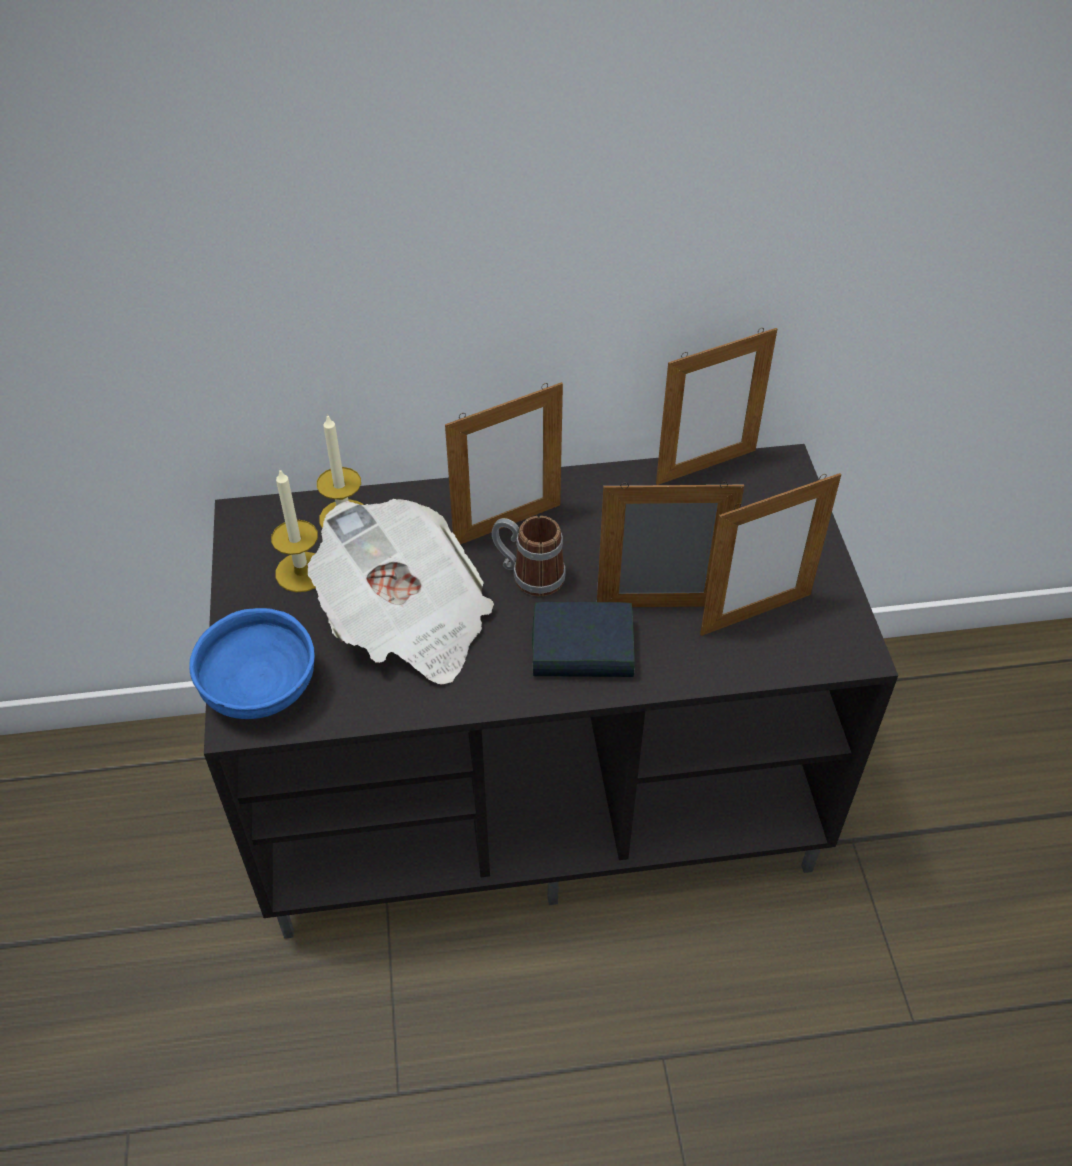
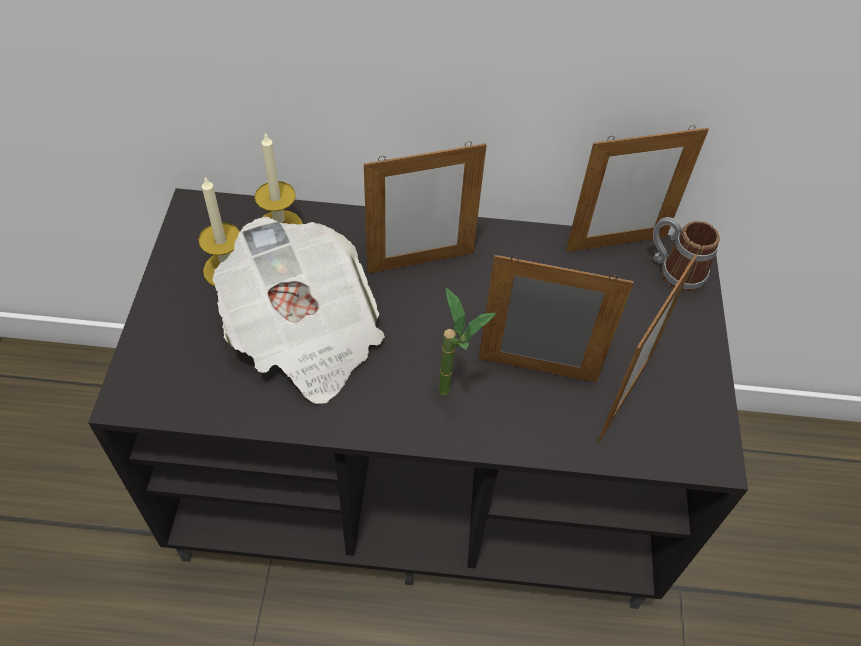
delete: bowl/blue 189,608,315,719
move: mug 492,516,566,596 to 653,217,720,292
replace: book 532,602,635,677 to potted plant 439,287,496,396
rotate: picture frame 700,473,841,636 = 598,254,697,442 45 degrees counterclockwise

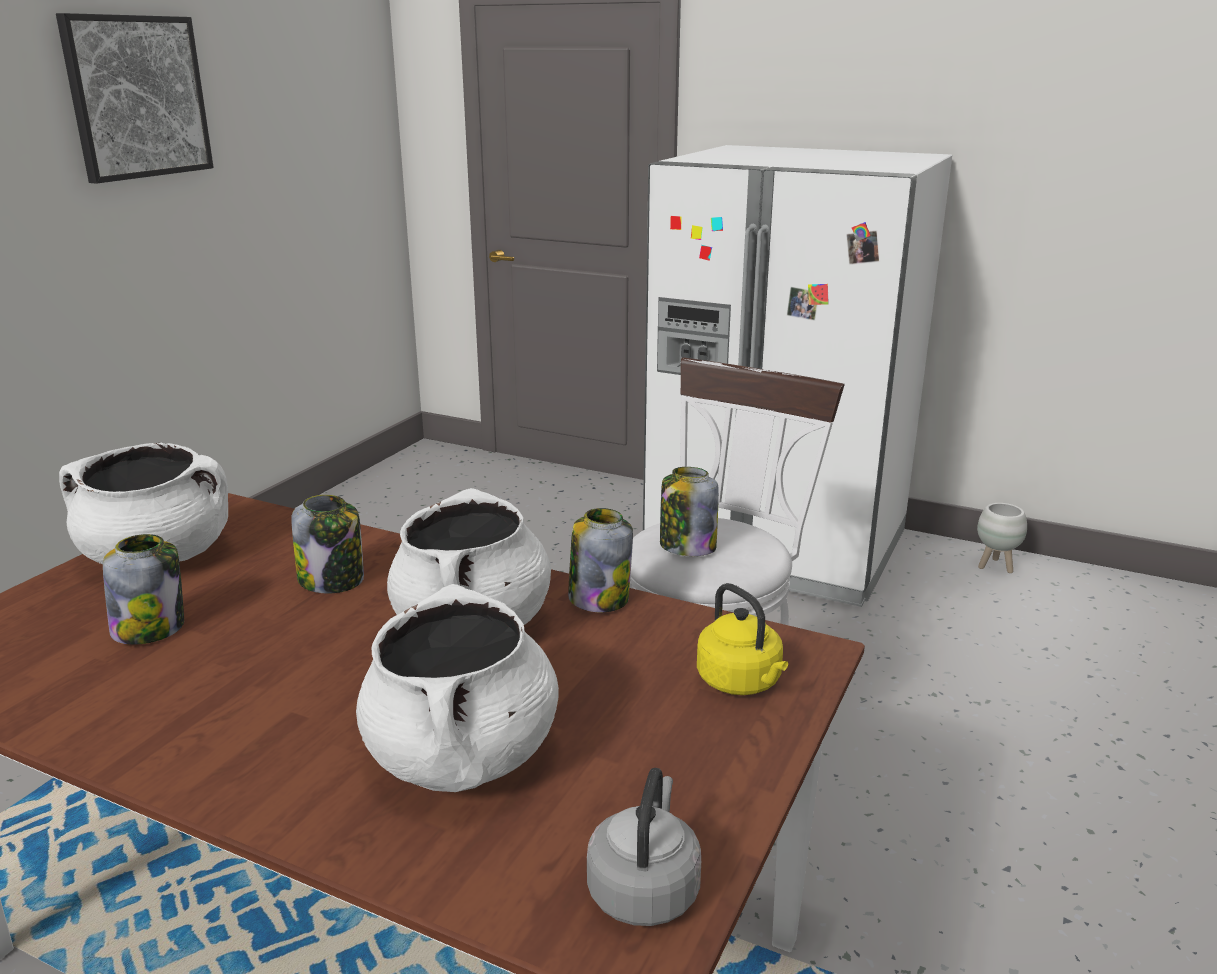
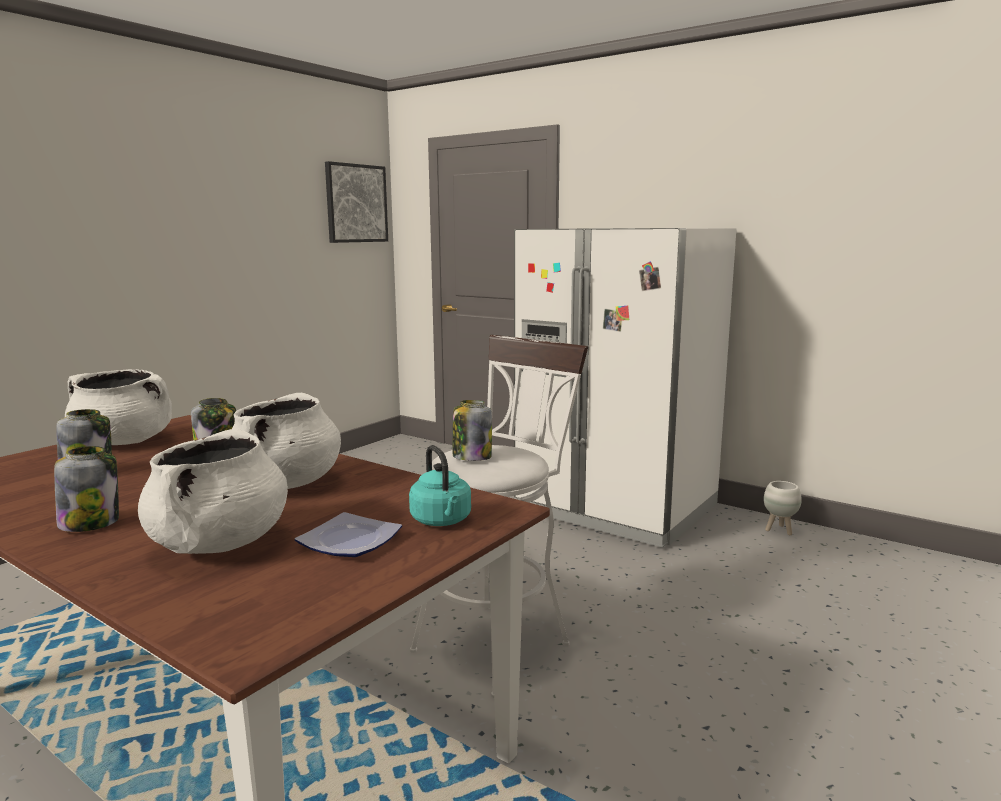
delete: kettle/grey 587,768,701,926
insert: plate 295,512,402,557
move: picture 56,13,214,184 to 325,161,388,243; jar 568,508,633,612 to 54,446,119,532
recolor: kettle/yellow 697,583,788,695 to kettle/turquoise 409,445,471,526

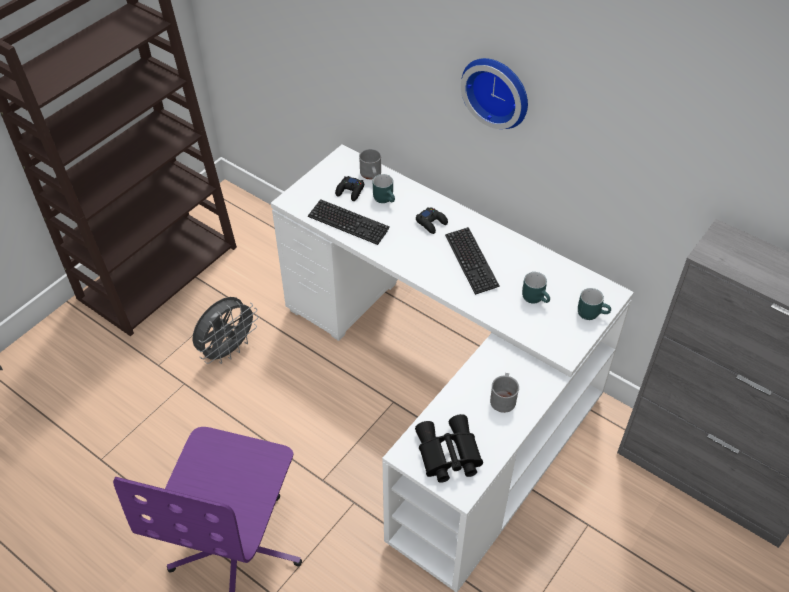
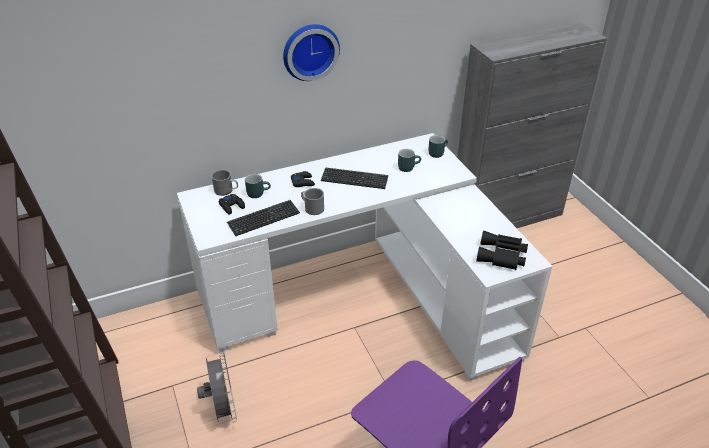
move: mug/grey 490,373,519,413 to 301,188,324,215

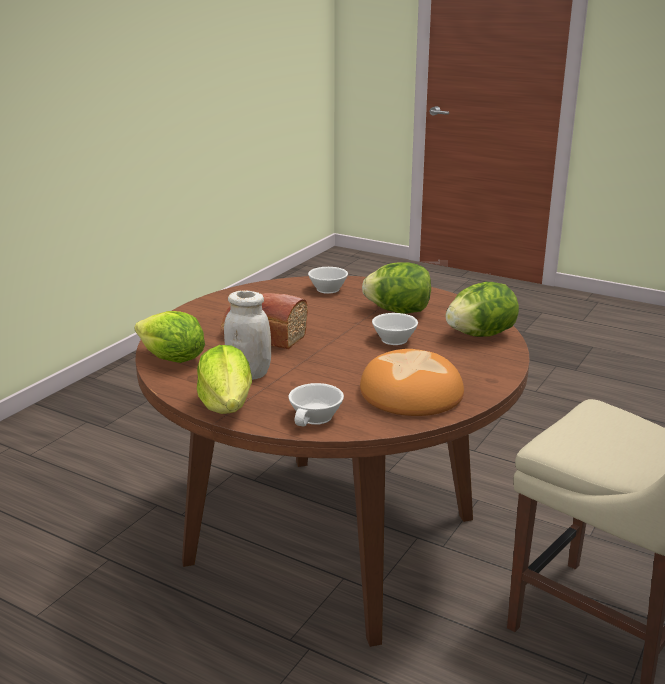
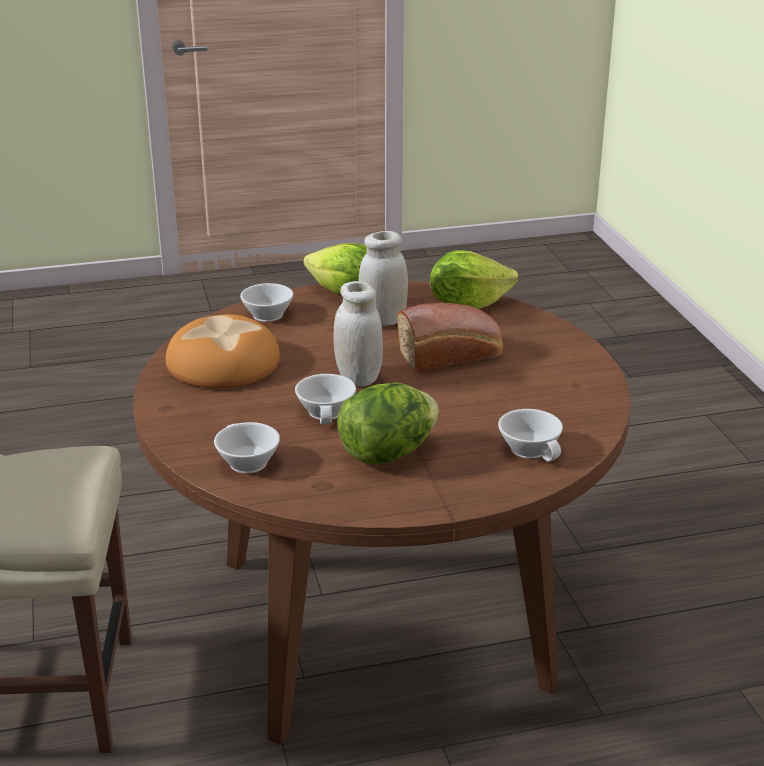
insert: jar/white 333,281,383,386
replace: lettuce 446,282,519,337 to cup/white 214,422,280,473

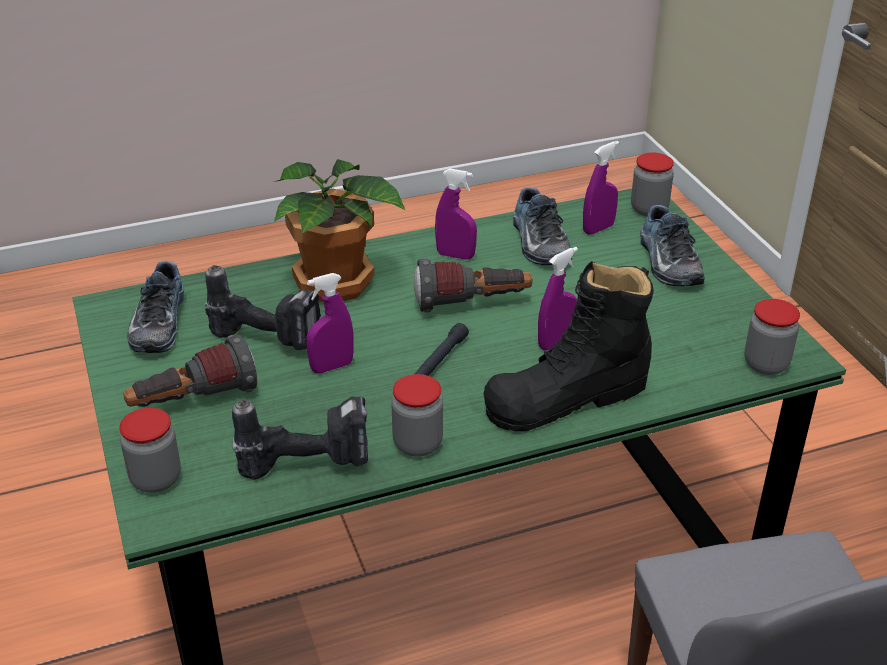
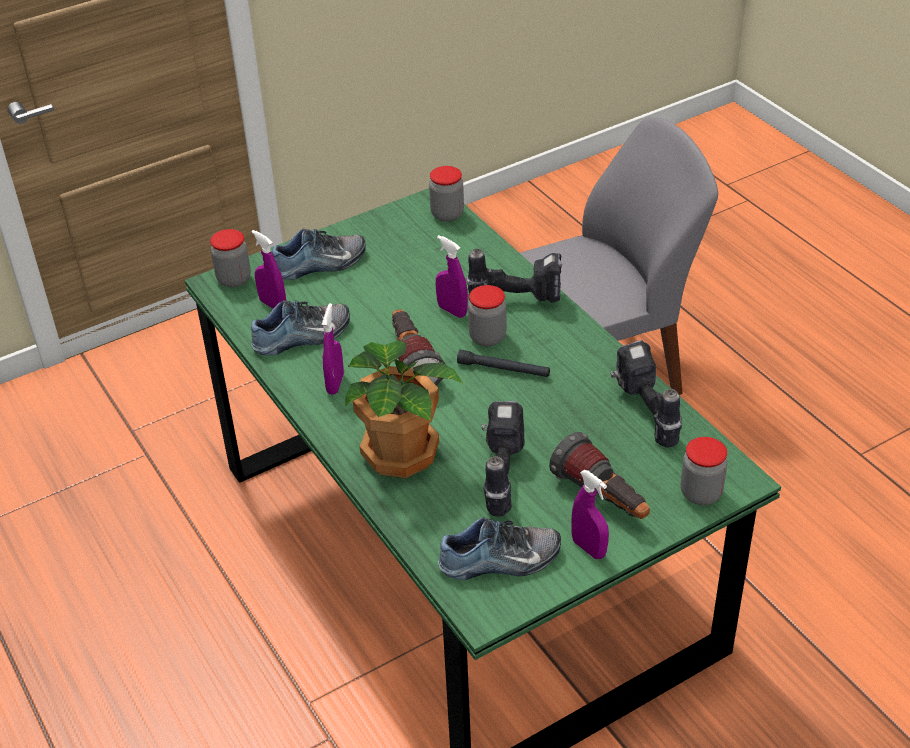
move: spray bottle/purple 306,273,354,373 to 571,470,609,559; jar 391,374,443,457 to 468,285,506,346
replace: boot/black 484,261,654,431 to power drill 466,249,562,302

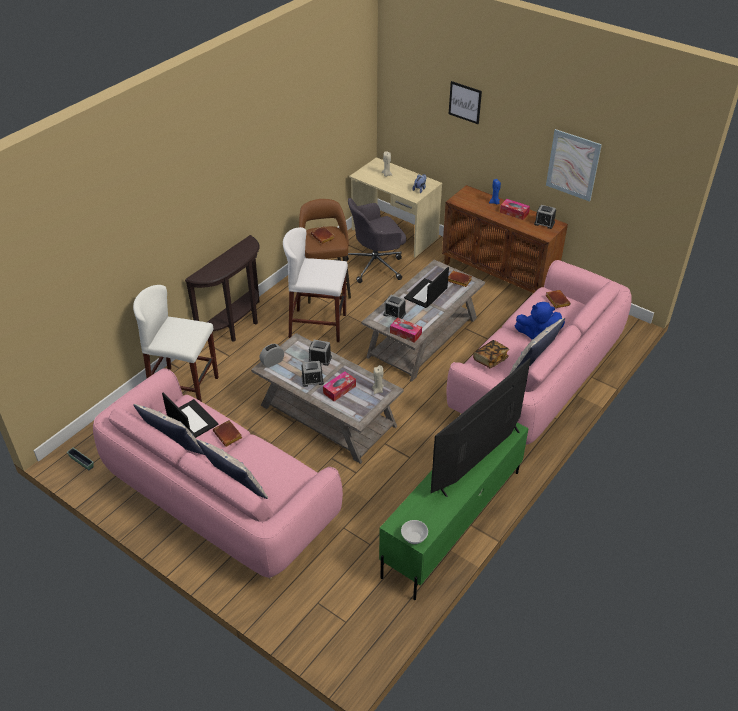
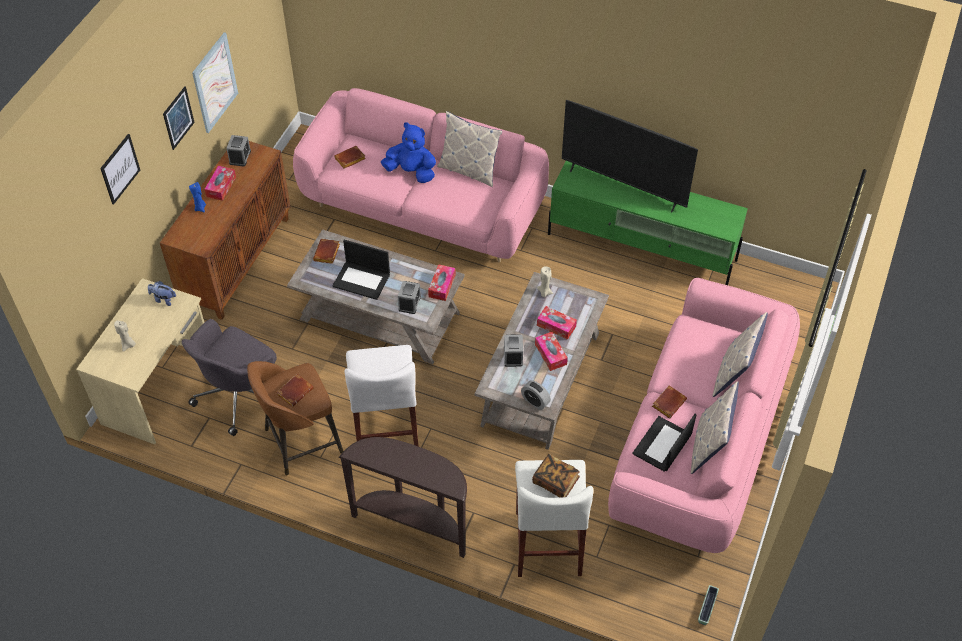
delete: bowl 401,520,428,544
insert: picture 163,86,195,150
move: book 473,340,509,368 to 532,454,580,498
replace: alarm clock 301,361,324,387 to tissue box 535,332,568,371
rotate: office chair/grey 347,198,406,283 = 181,319,277,436 75 degrees clockwise; plush toy/blue 515,302,565,339 = 381,122,436,183 60 degrees counterclockwise

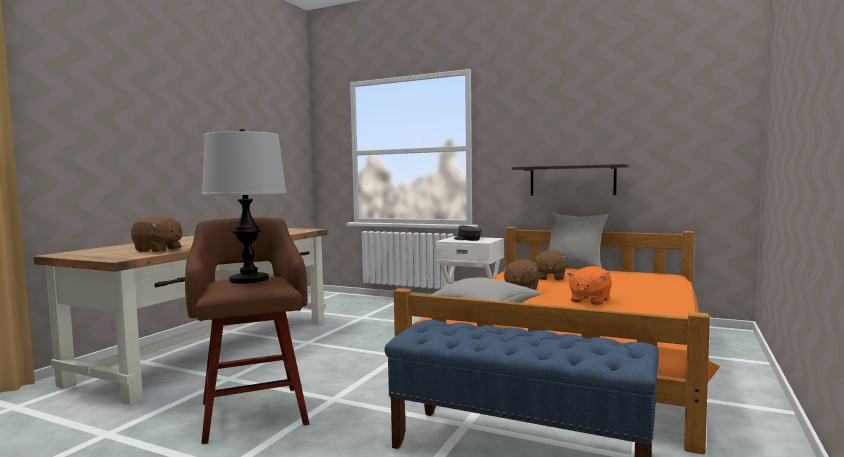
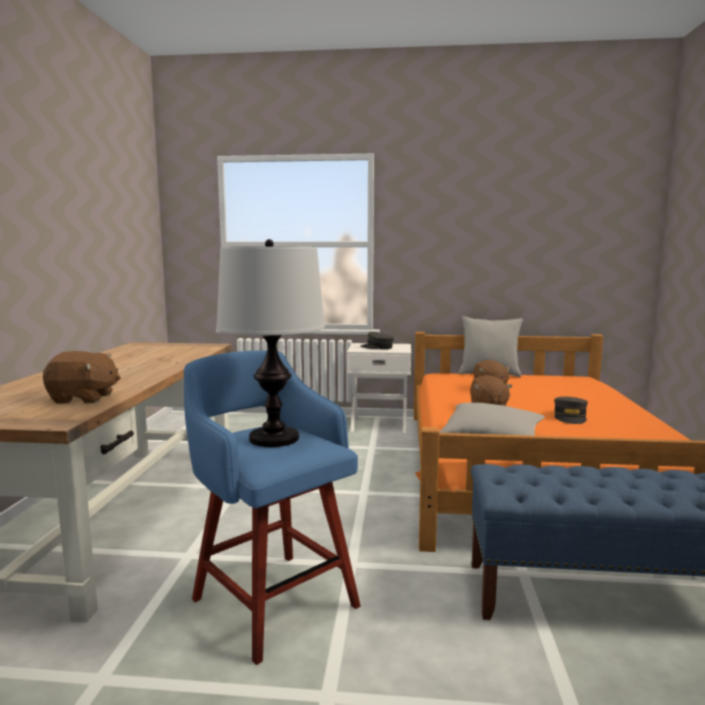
delete: shelf 512,164,629,195
replace: plush toy/orange 567,266,612,305 to cap/grey 554,397,588,424
recolor: stool/brown 185,217,309,444 to stool/blue 184,350,361,665

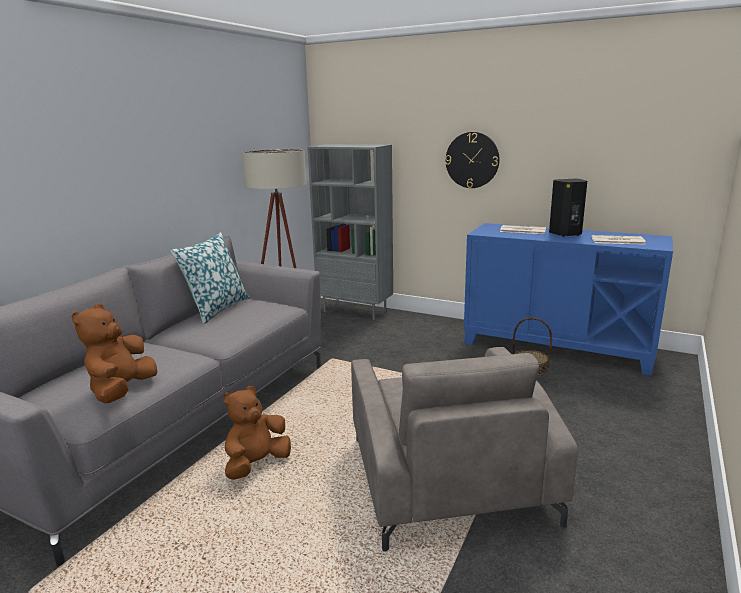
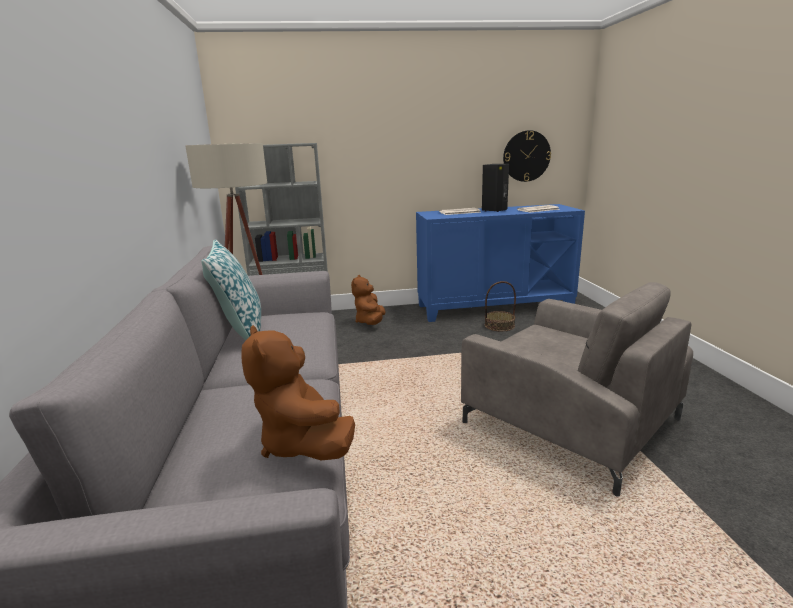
move: plush toy/brown 223,386,291,480 to 351,275,386,325; wall clock 445,132,500,188 to 503,130,551,182

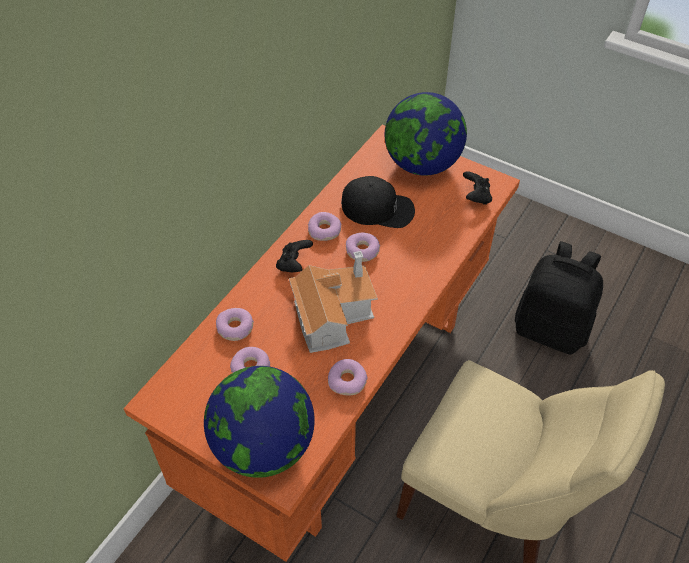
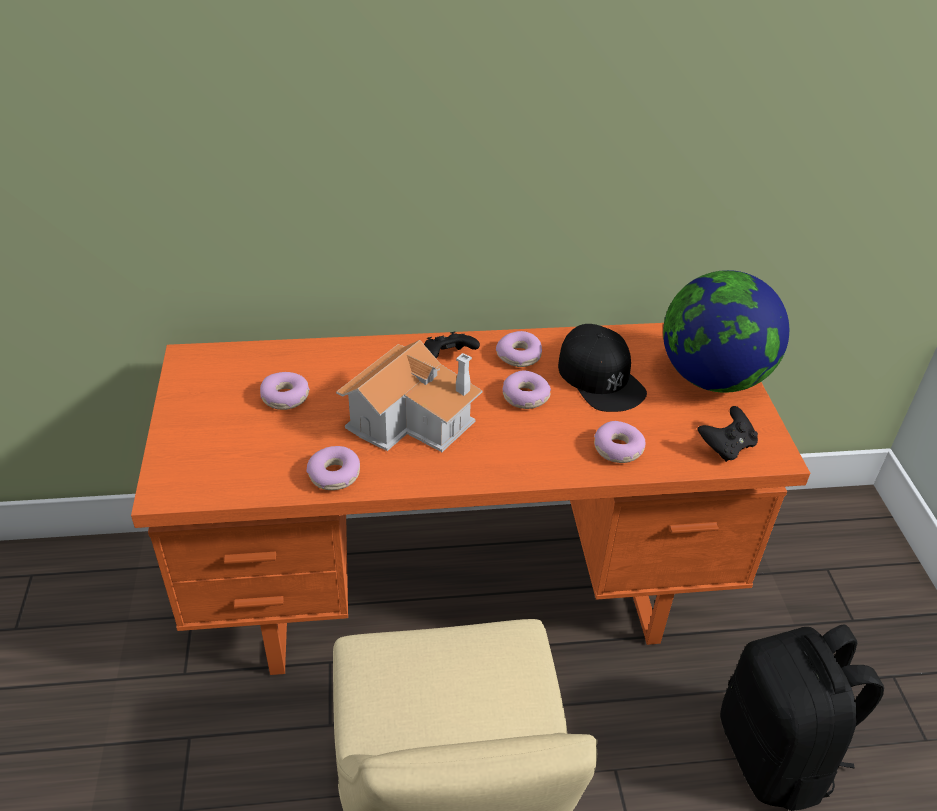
delete: globe 204,366,315,478
move: donut 216,308,254,341 to 594,421,645,463

